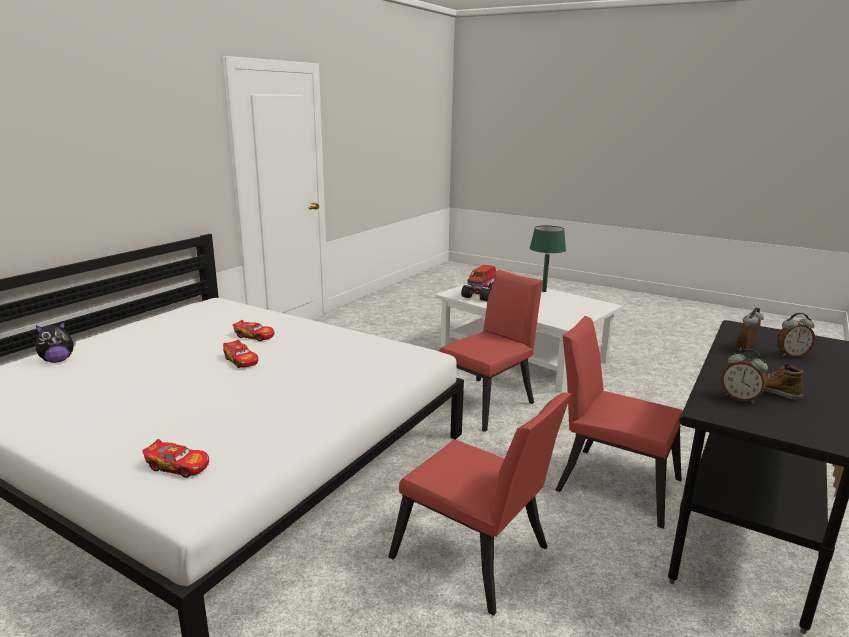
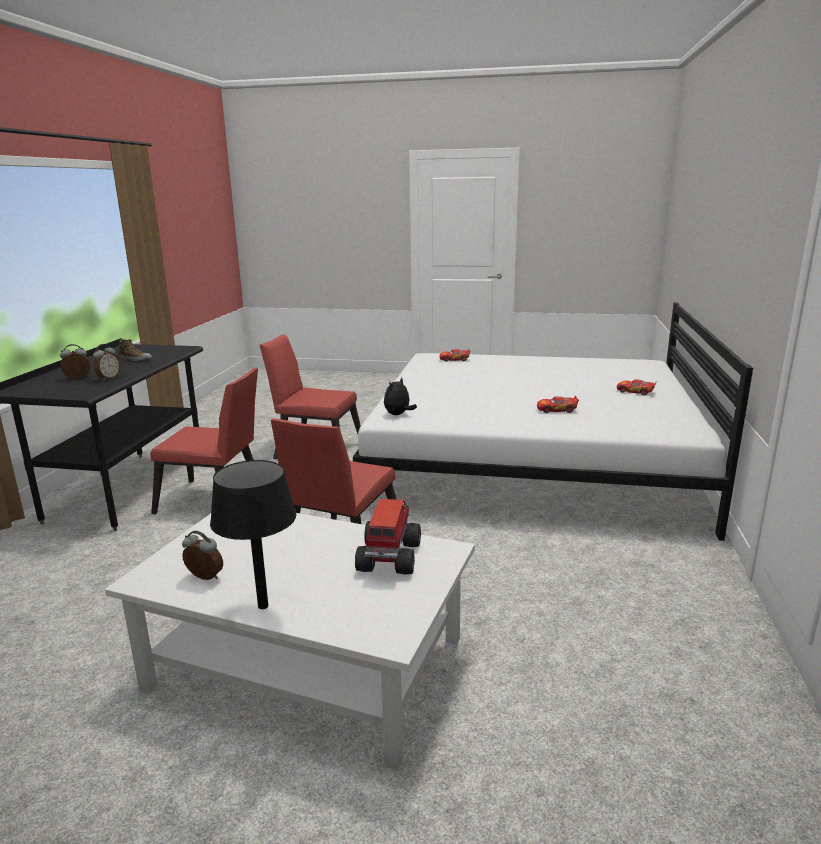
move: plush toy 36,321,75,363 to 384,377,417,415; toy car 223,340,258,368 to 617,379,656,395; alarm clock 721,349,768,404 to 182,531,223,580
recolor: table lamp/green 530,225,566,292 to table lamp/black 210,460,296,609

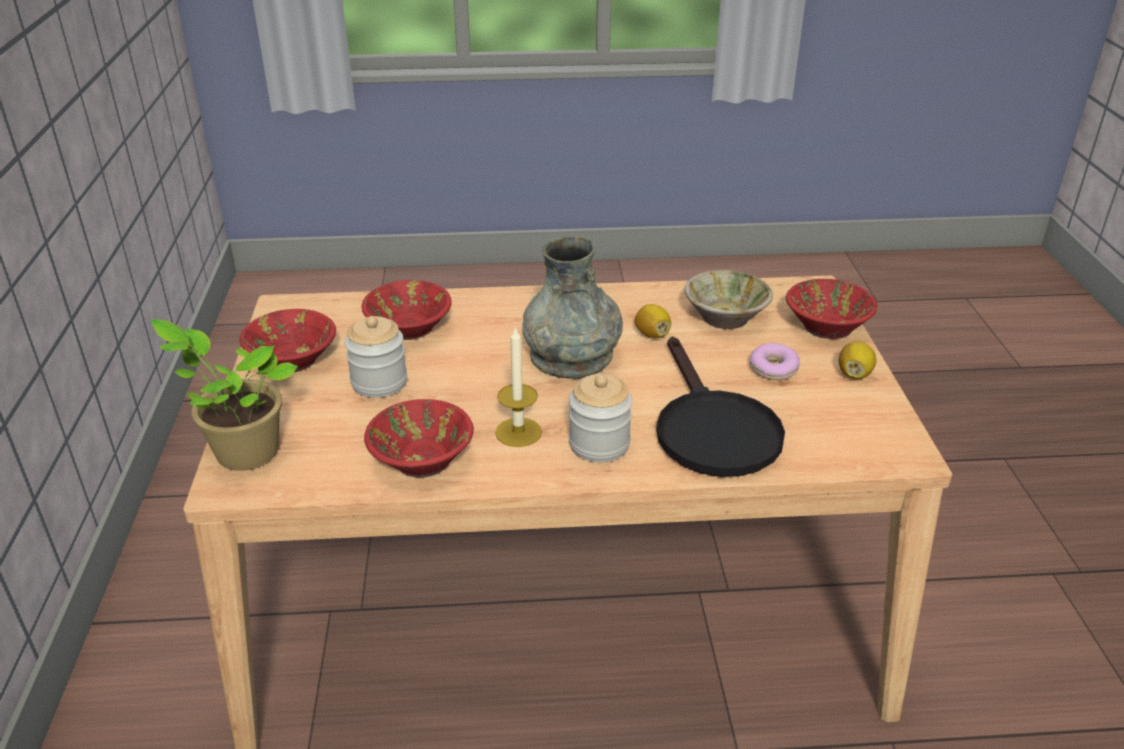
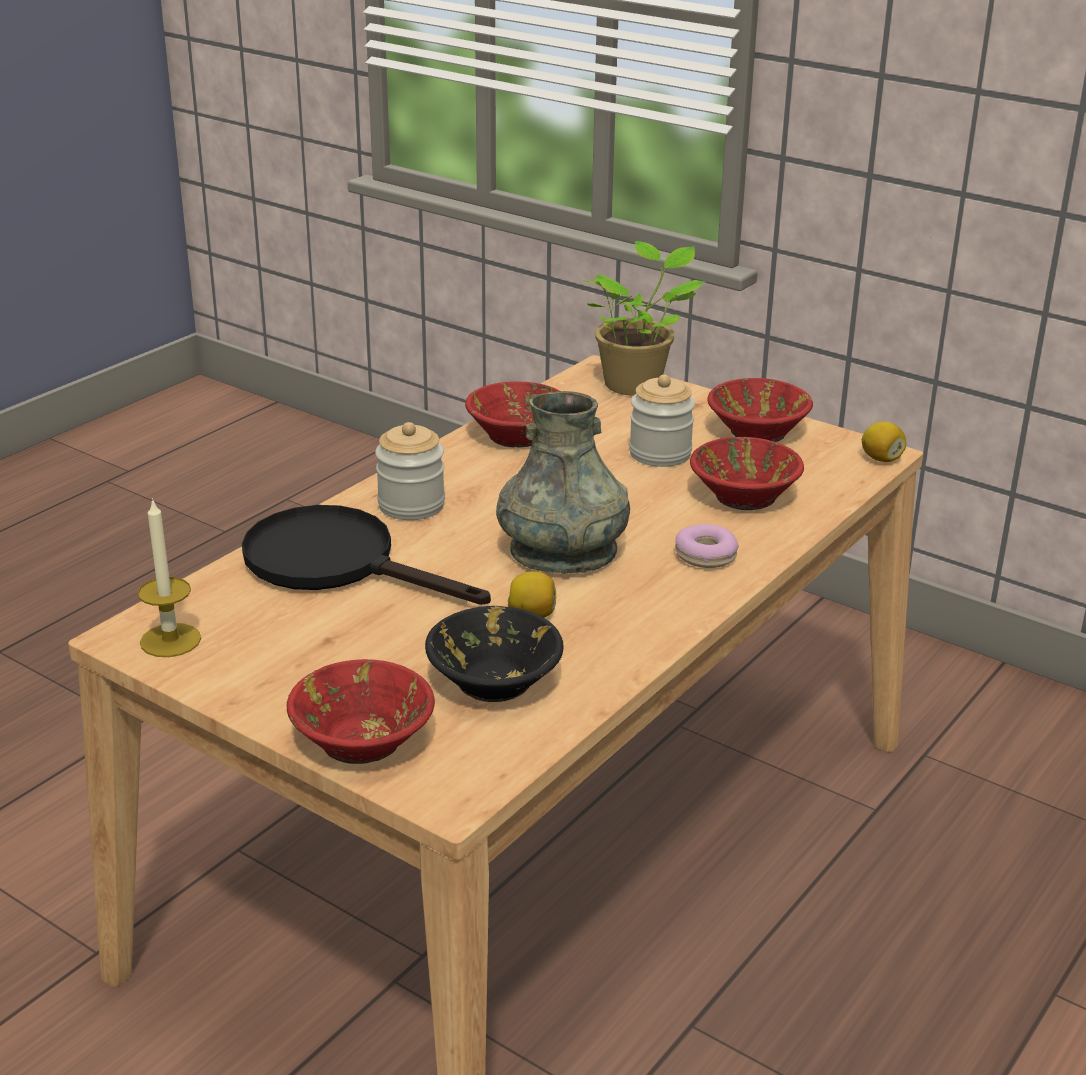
move: candle 495,326,542,447 to 138,498,201,657; donut 750,343,800,380 to 675,524,738,568; lemon 839,342,877,379 to 862,421,906,462
recolor: bowl/beige 684,270,773,329 to bowl/black 425,606,564,702

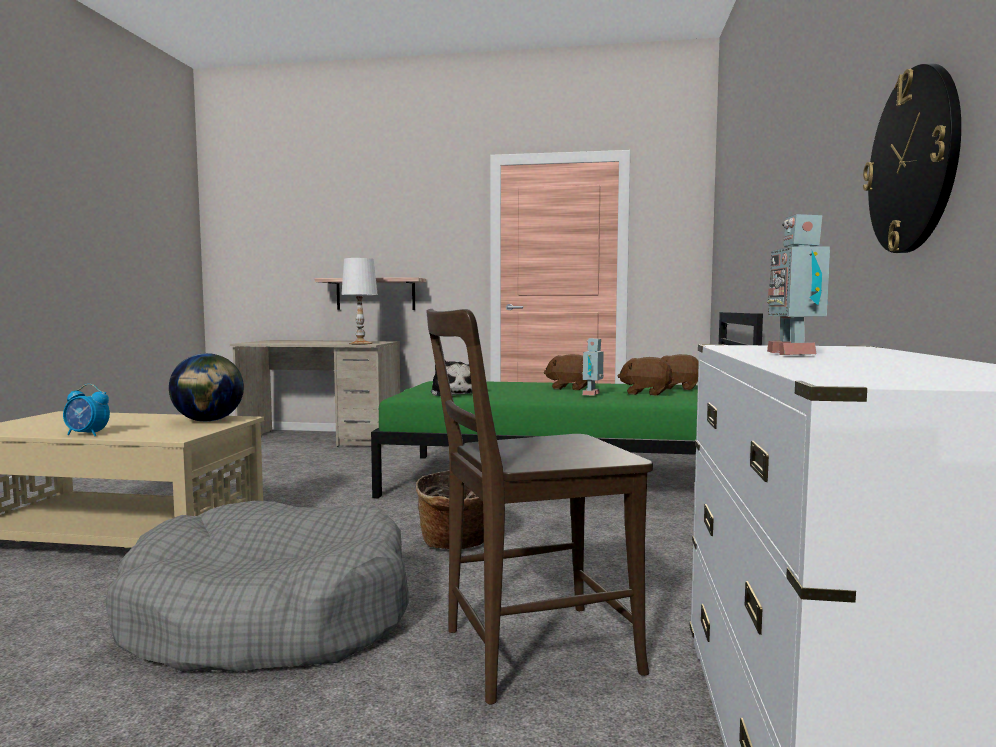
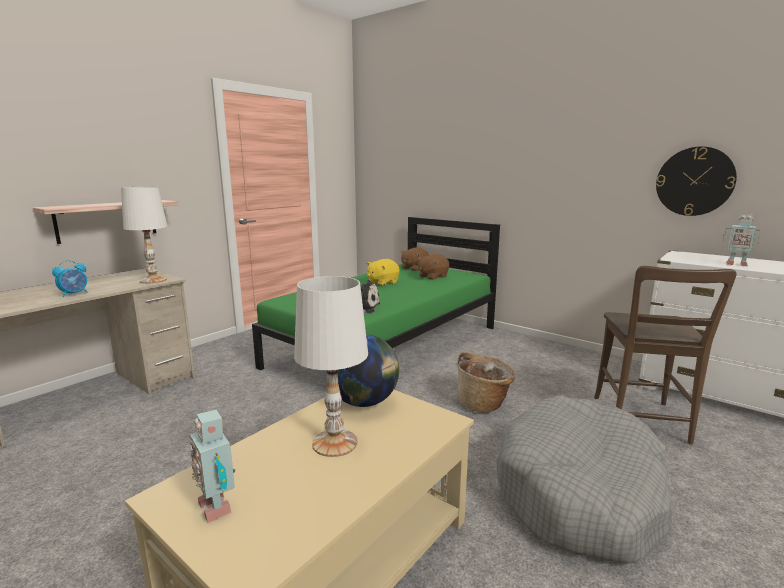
insert: table lamp/white 294,276,368,457
move: alarm clock 63,384,110,436 to 52,260,88,297; toy robot 582,338,604,396 to 189,410,235,523
recolor: plush toy/brown 544,354,587,390 to plush toy/yellow 367,259,400,286

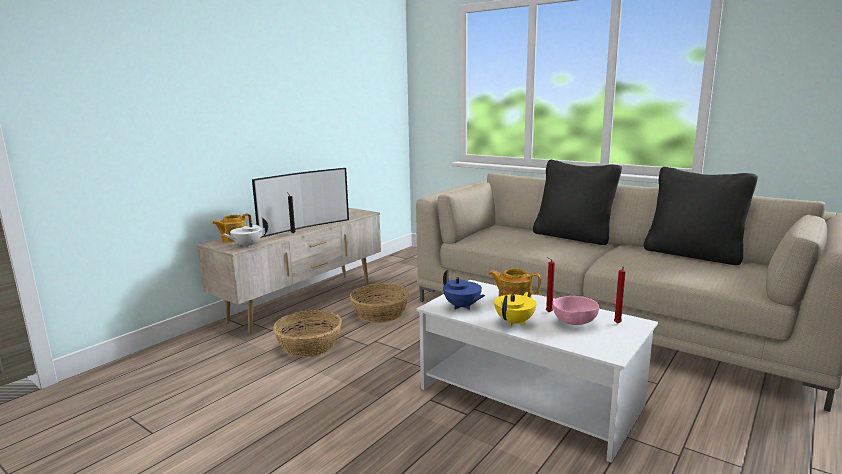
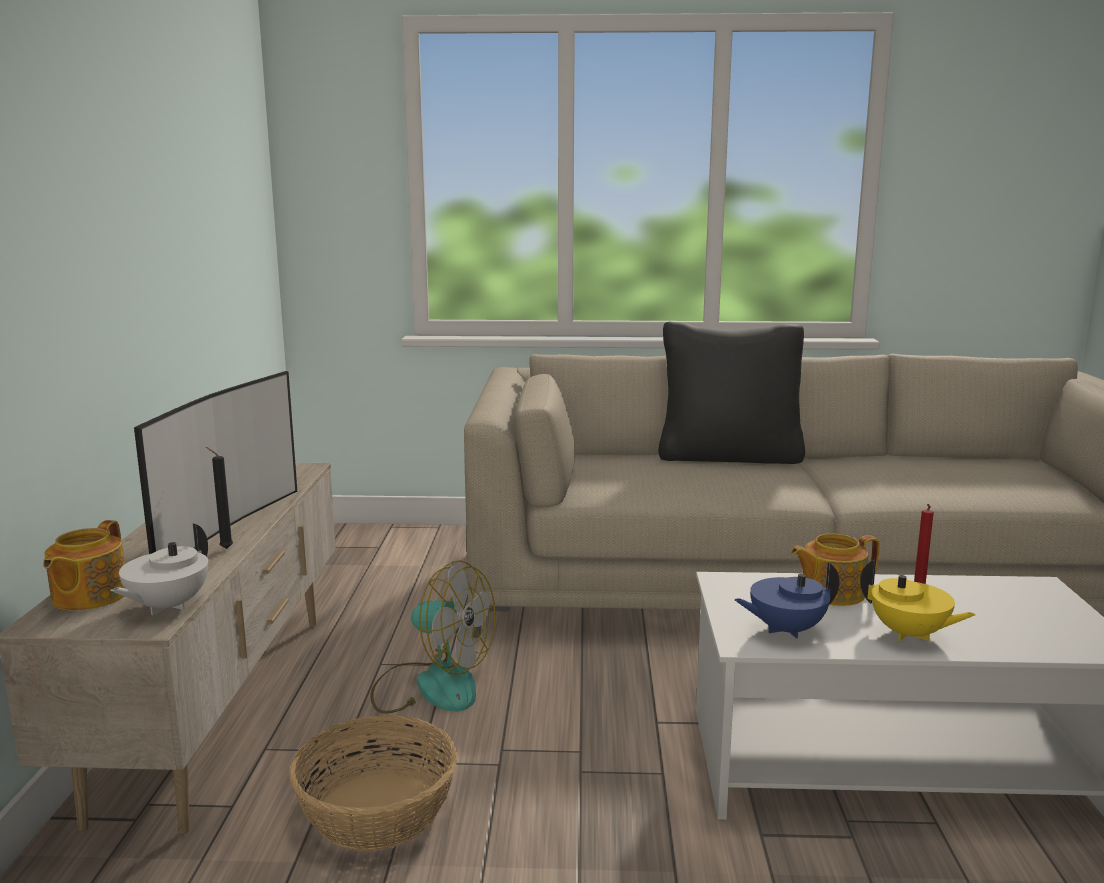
delete: bowl/pink 553,296,599,325; candle/red 614,267,626,324; pillow/black 644,167,758,265
replace: basket 350,283,409,323 to fan 370,560,496,714
rotate: teapot/blue 443,270,485,310 = 734,562,839,638 150 degrees clockwise; teapot/yellow 494,292,536,326 = 860,559,976,641 135 degrees clockwise

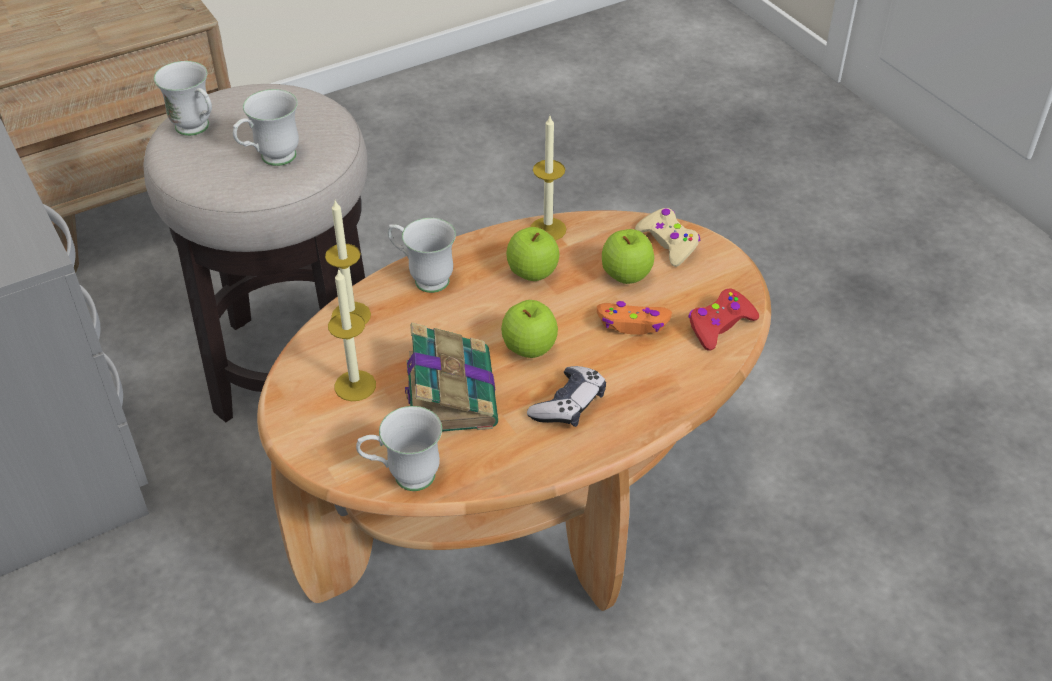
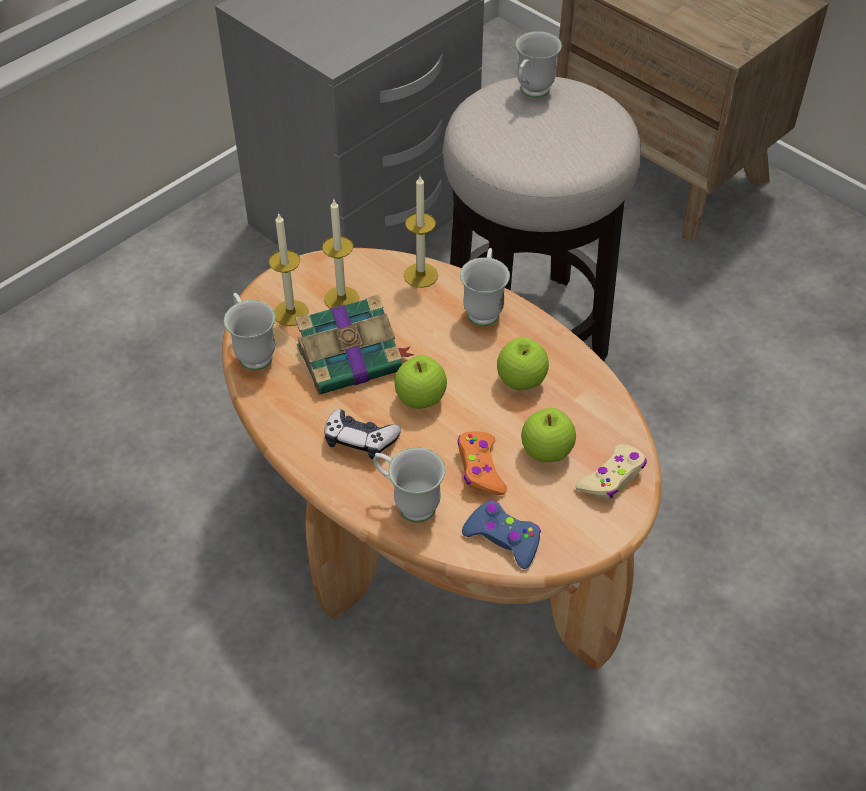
move: mug/white 233,89,299,166 to 373,447,445,523; candle 530,116,566,241 to 269,212,309,326
recolor: game controller/red 688,289,759,351 to game controller/blue 462,500,541,569

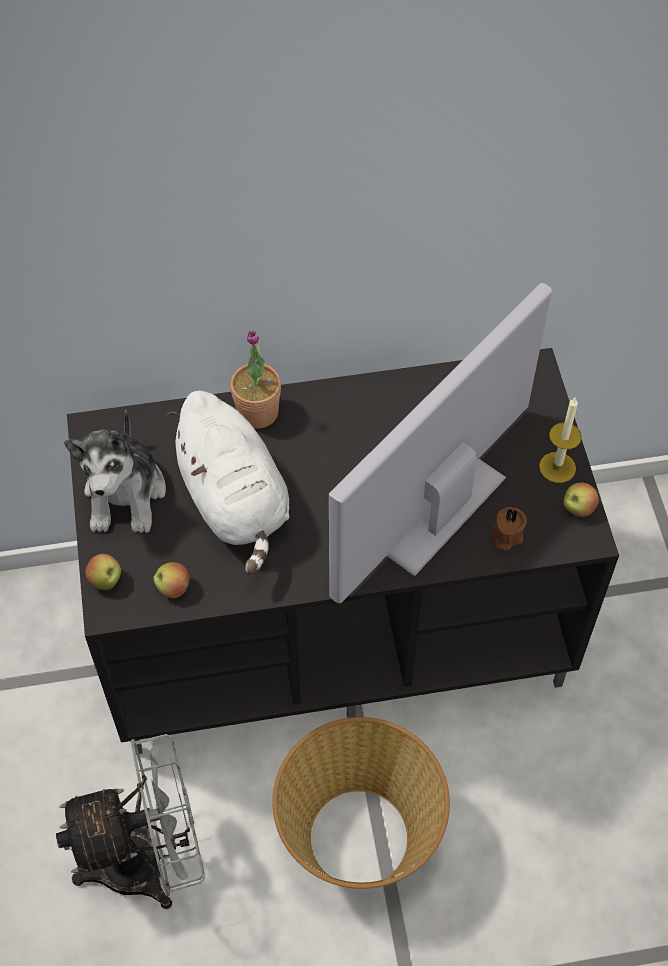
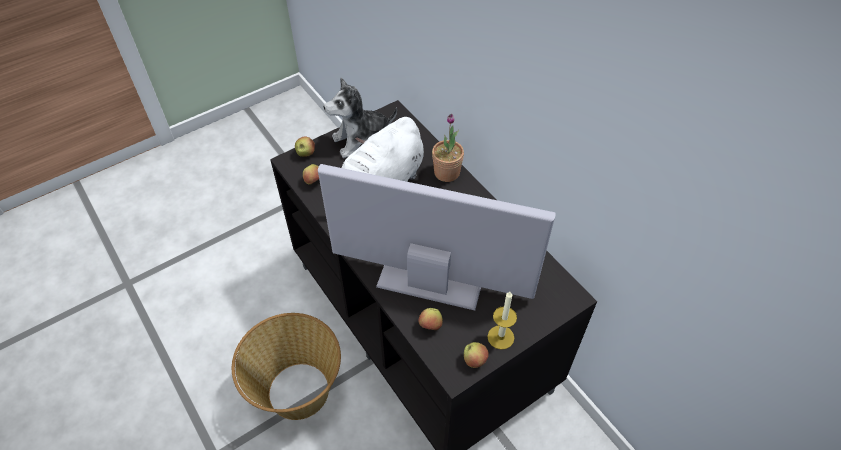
delete: fan/grey 56,734,205,909
replace: candle/brown 492,507,527,551 to apple 418,308,443,330

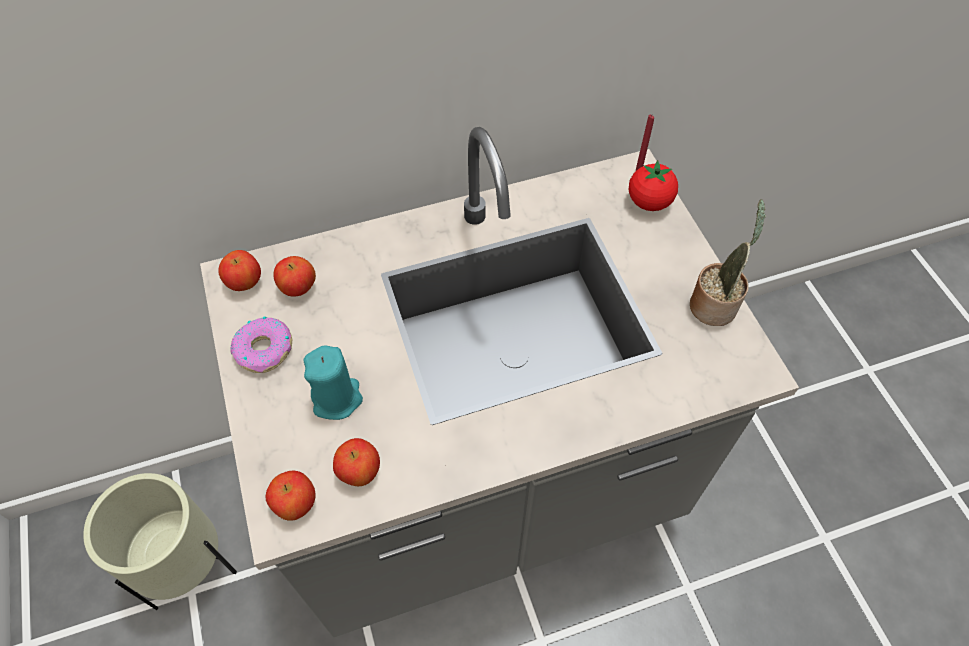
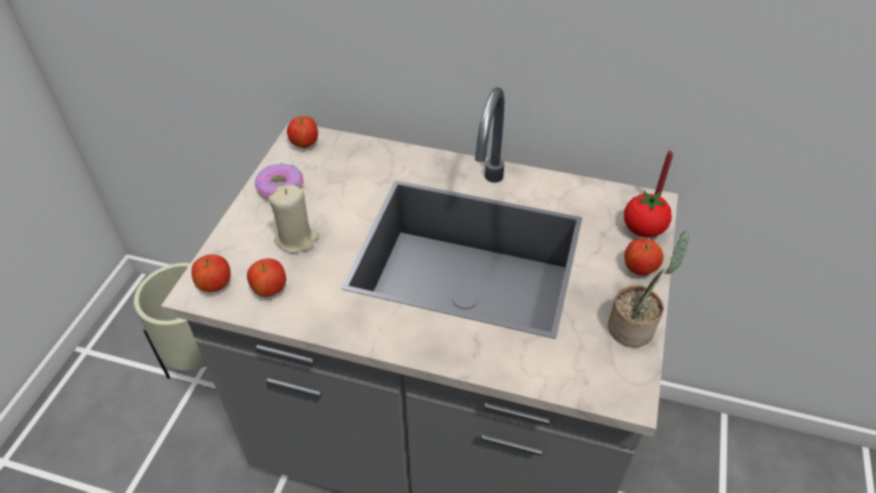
move: apple 273,256,316,296 to 624,239,664,275
recolor: candle/turquoise 304,345,363,420 to candle/beige 268,185,319,253

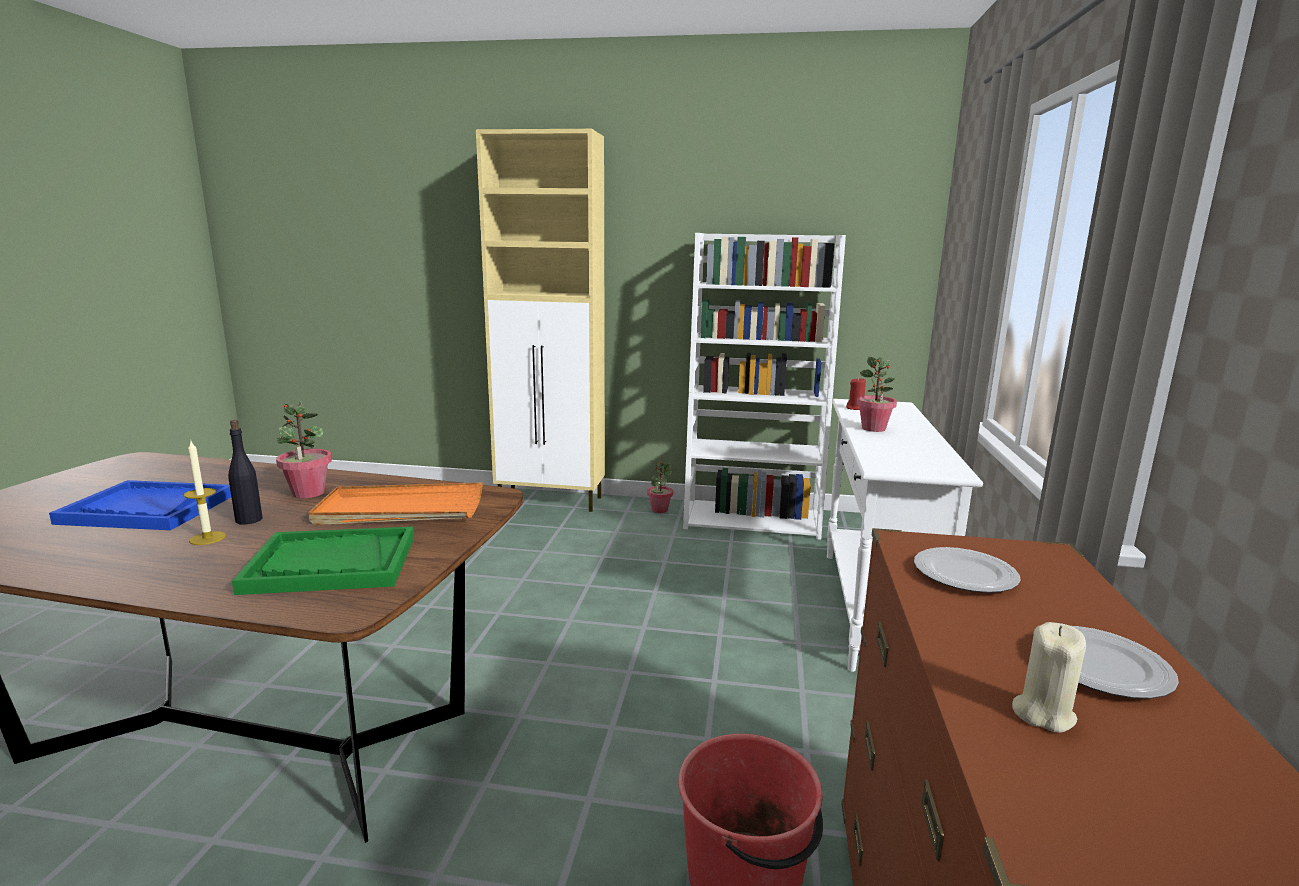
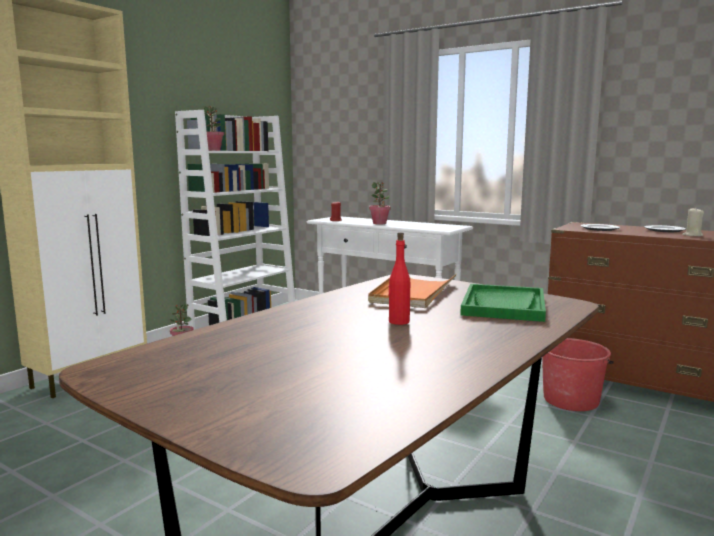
delete: tray/blue 49,480,231,530; candle 184,441,226,545
move: potted plant 276,400,332,498 to 203,106,224,151
recolor: bottle/black 228,419,262,525 to bottle/red 388,232,410,325

